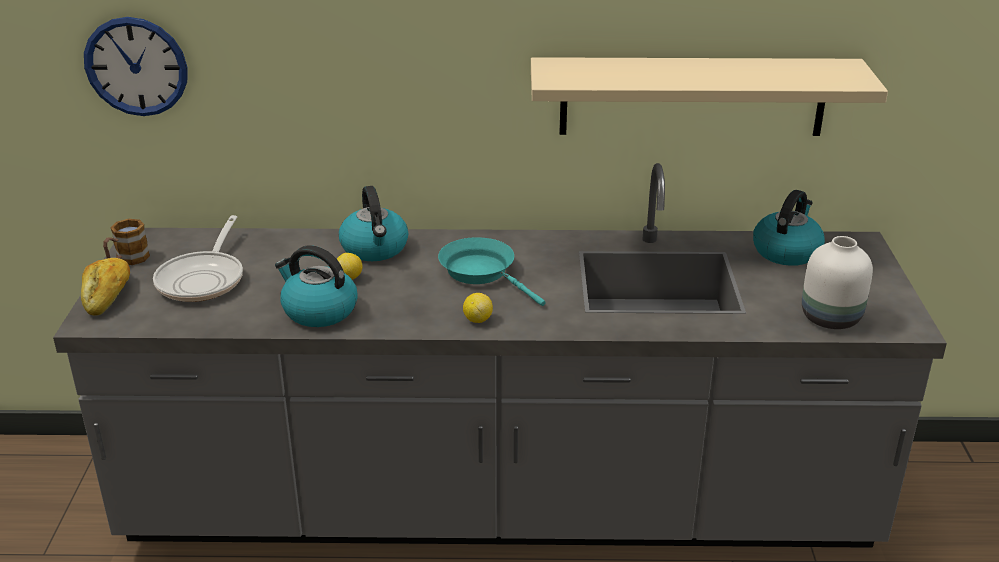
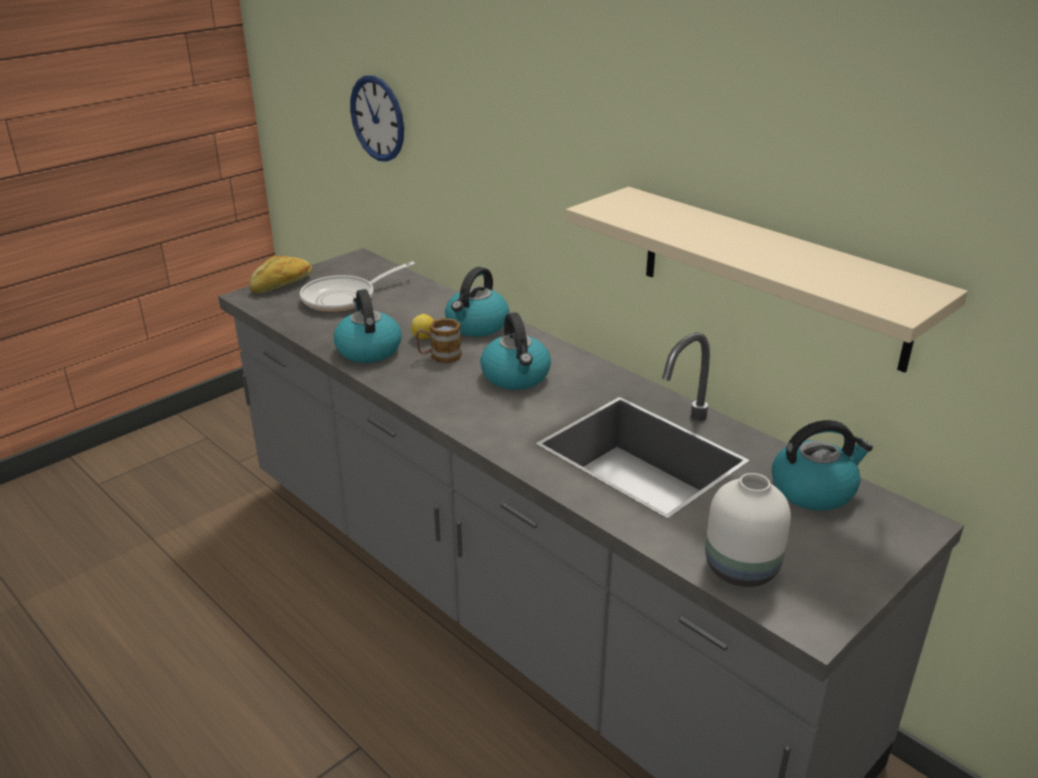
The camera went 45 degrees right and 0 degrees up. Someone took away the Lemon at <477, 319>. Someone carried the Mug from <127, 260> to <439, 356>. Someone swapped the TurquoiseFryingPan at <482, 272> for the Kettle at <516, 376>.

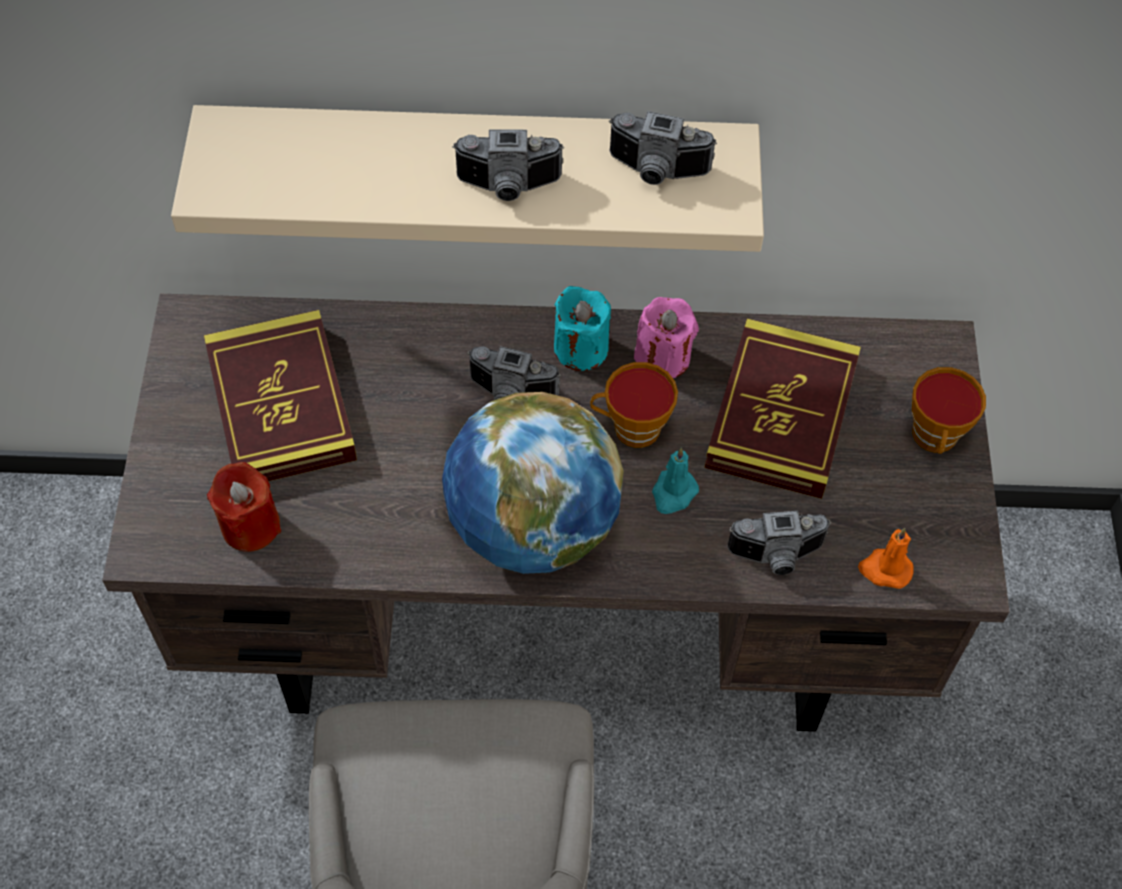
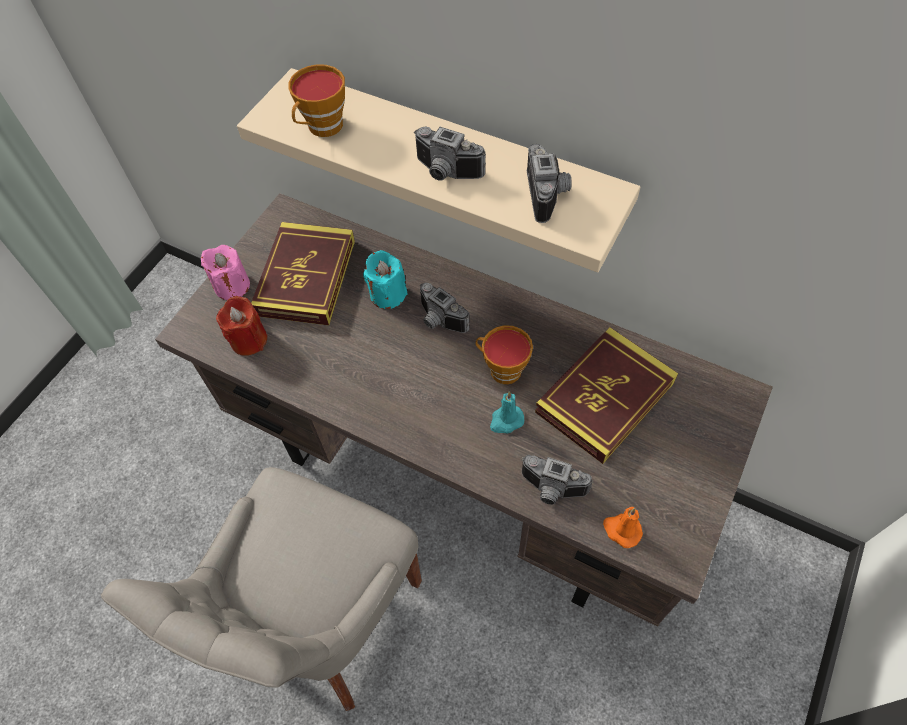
The camera went 30 degrees right and 0 degrees up. Someone took away the Globe at <532, 526>. Someone carried the TurquoiseCandle from <581, 348> to <387, 294>. Someone carried the PinkCandle from <663, 357> to <232, 286>. Someone carried the Cup from <935, 439> to <323, 128>. Someone rotated the PhotoCamera at <656, 172> by 135 degrees counterclockwise.

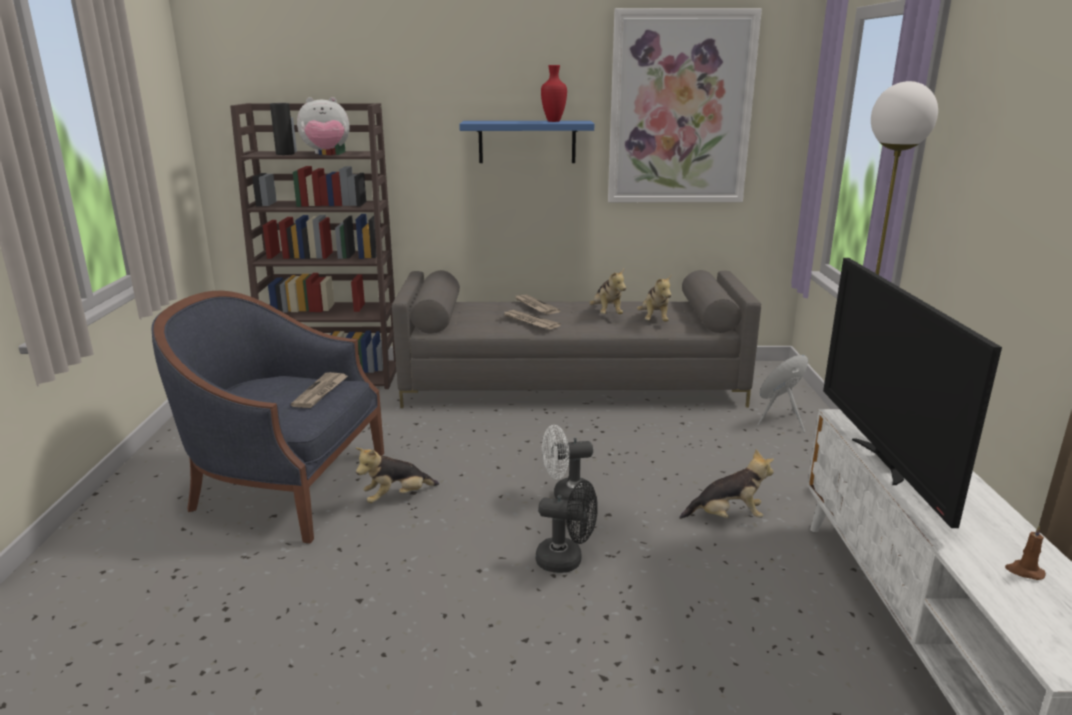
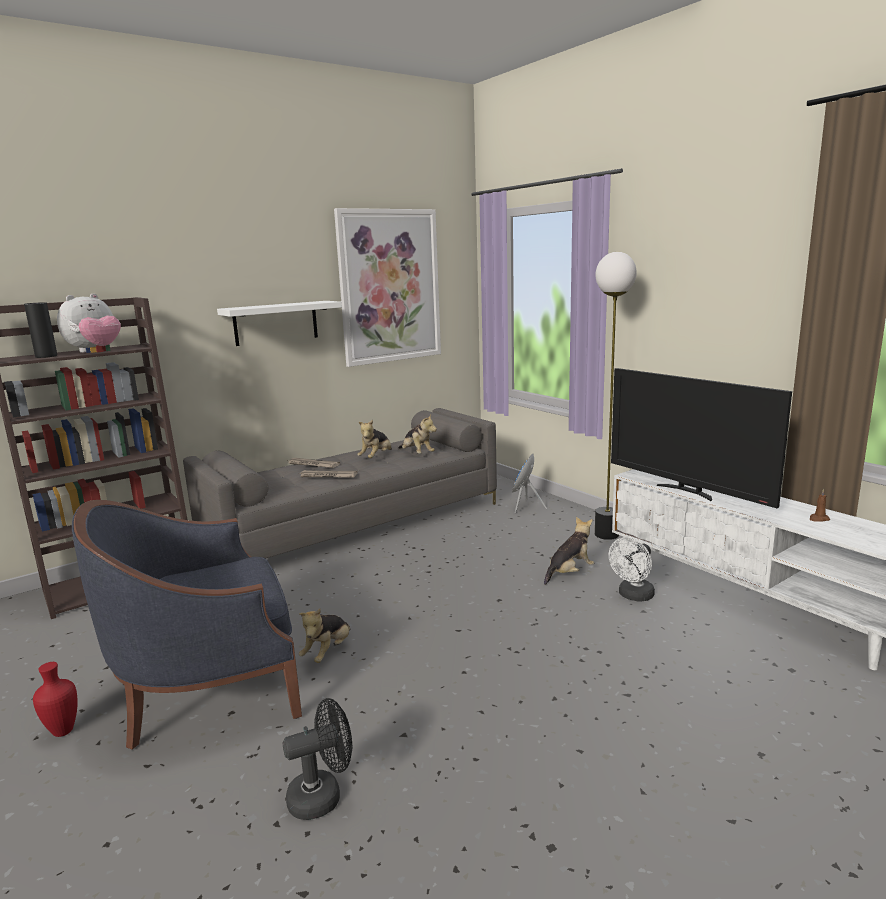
The camera went 35 degrees left and 5 degrees down. Someone took away the Newspaper at <321, 392>. Someone carried the BlackFan from <567, 560> to <323, 796>. Someone carried the RedVase from <553, 121> to <62, 731>. Someone carried the WhiteFan from <566, 497> to <633, 596>. Someone repainted the BlueShelf at <527, 142>, which became the WhiteShelf at <276, 323>. Someone rotated the PlushToy at <606, 314> by 75 degrees clockwise.

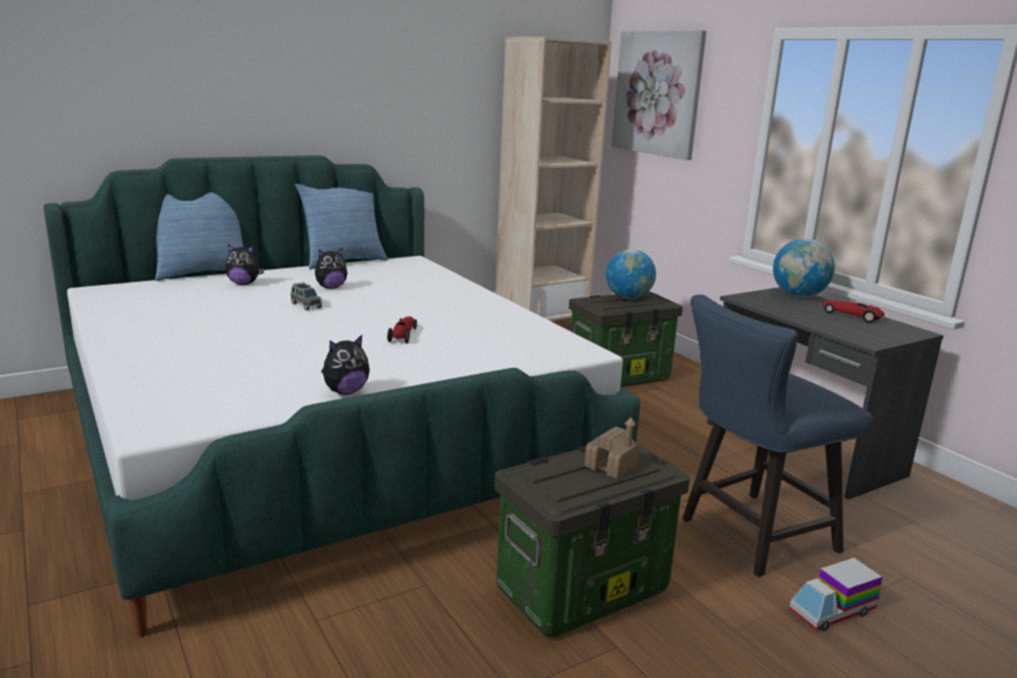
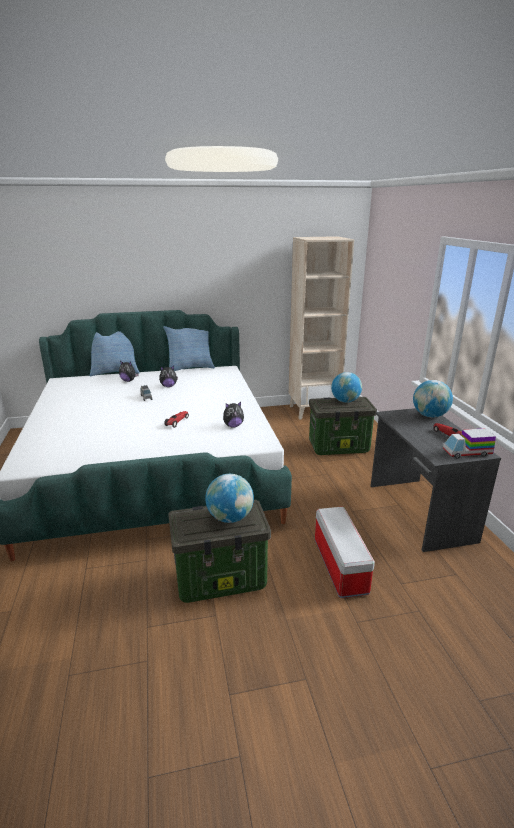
The camera went 20 degrees right and 5 degrees up. Someone took away the Picture at <657, 93>. Someone carried the PlushToy from <345, 392> to <233, 426>. Someone carried the ToyTruck from <832, 611> to <467, 452>. Someone swapped the ToyHouse at <611, 466> for the Globe at <230, 517>. Someone swapped the BlueChair at <749, 536> for the StorageBox at <339, 565>.

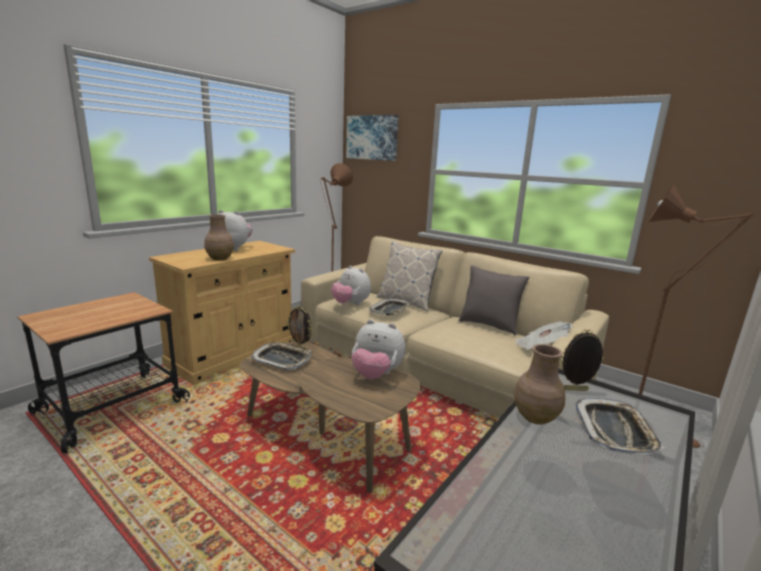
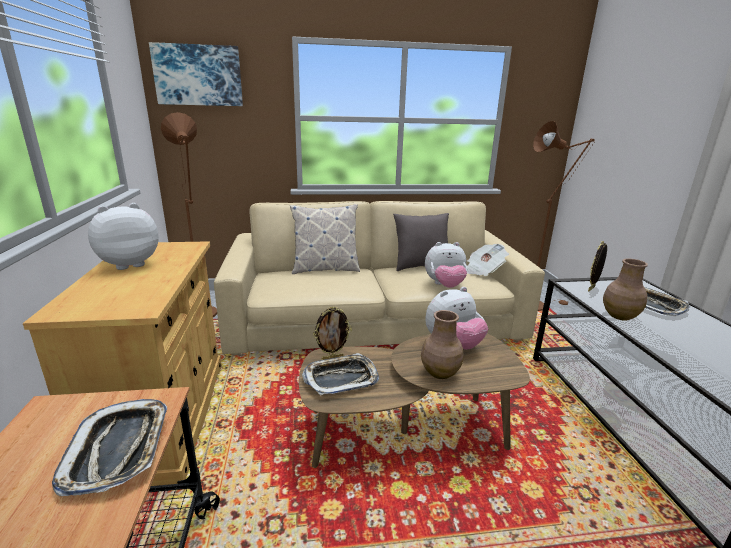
The camera went 45 degrees left and 5 degrees up. Someone carried the BrownVase from <220, 258> to <439, 372>. Someone carried the PlushToy from <350, 304> to <444, 285>. Someone carried the Tray from <390, 310> to <119, 449>.

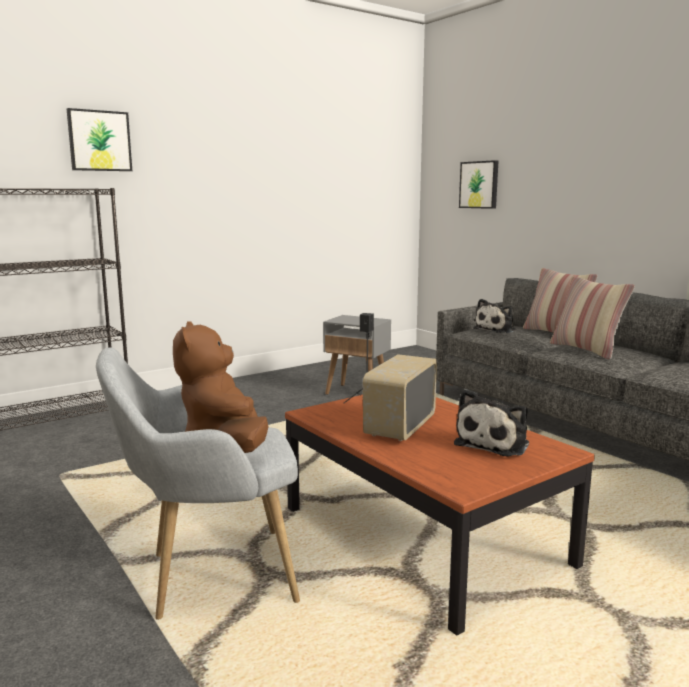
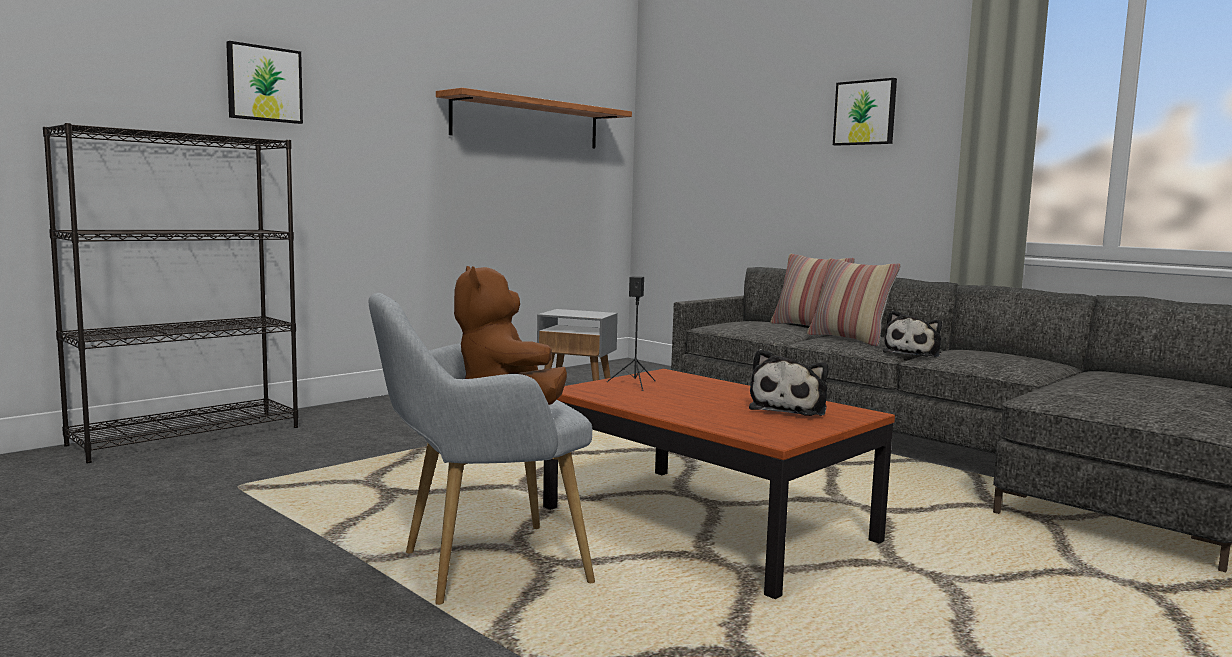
The camera went 10 degrees left and 5 degrees down. Someone took away the Radio at <399, 427>. Someone put up the Shelf at <527, 122>. Someone carried the Picture from <479, 185> to <865, 113>. Someone carried the PlushToy from <497, 329> to <914, 353>.

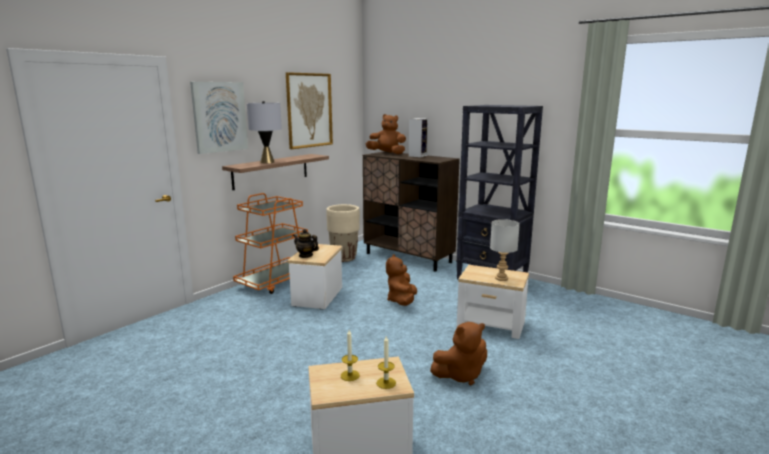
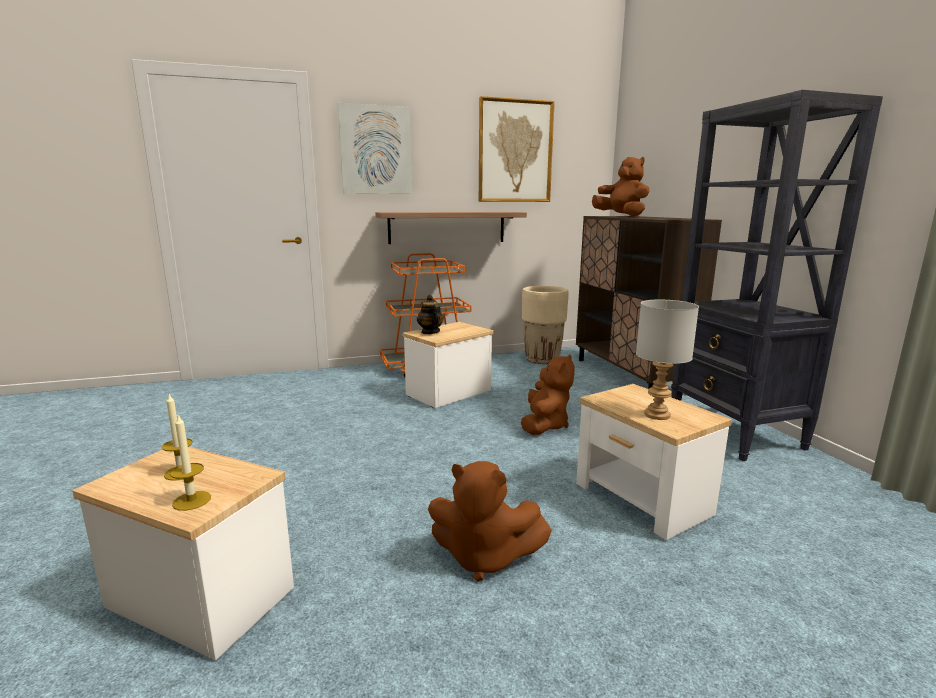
The camera went 35 degrees right and 0 degrees up. Someone took away the GreyTableLamp at <267, 162>. Someone took away the Speaker at <418, 155>. Someone rotated the BrownPlushToy at <402, 301> by 150 degrees clockwise.

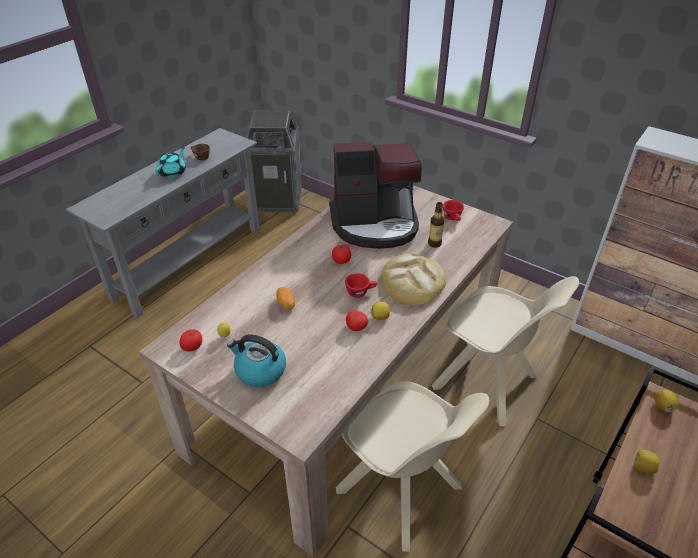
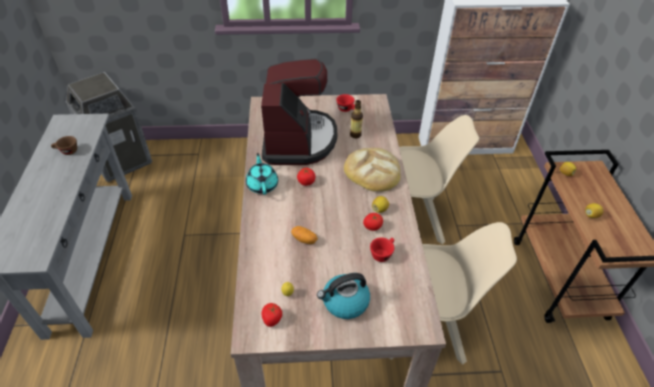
The camera went 40 degrees left and 5 degrees up. Someone carried the TurquoiseTeapot from <173, 172> to <262, 184>. Someone carried the RedCup from <360, 292> to <382, 253>. Someone rotated the CoffeeMachine at <375, 224> by 45 degrees counterclockwise.

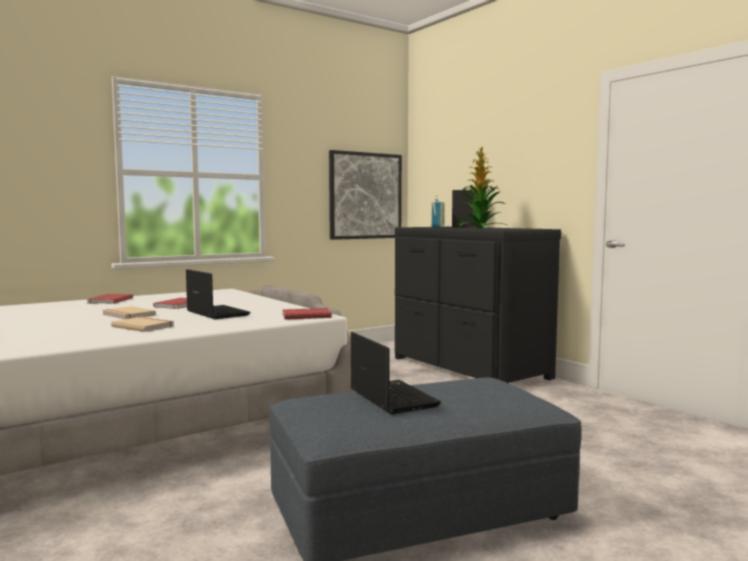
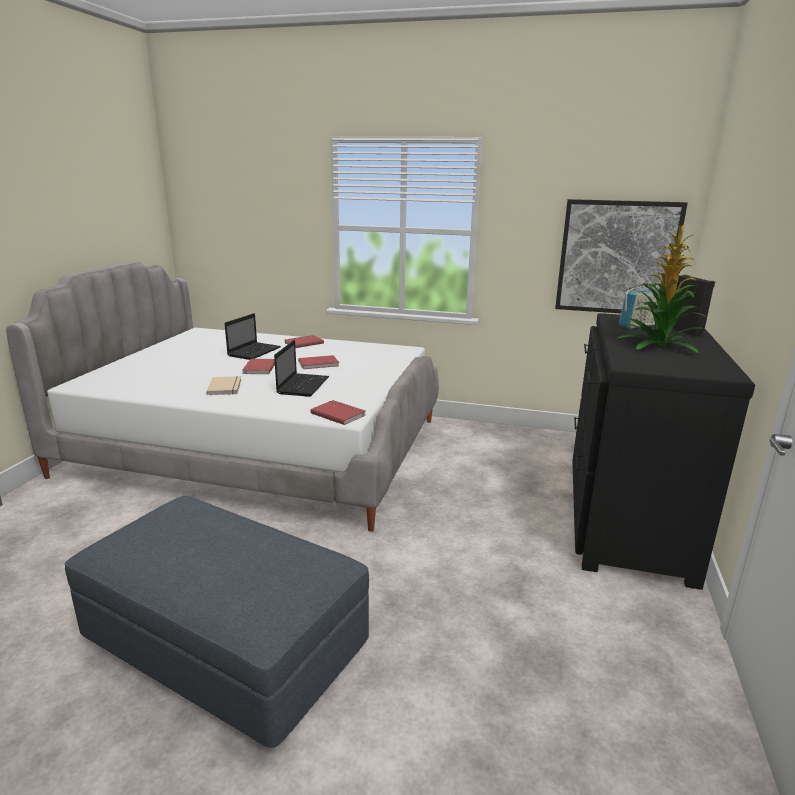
The camera went 50 degrees right and 15 degrees up. Someone carried the Laptop from <391, 398> to <254, 351>. Someone repainted the BeigeBook at <127, 315>, which became the RedBook at <258, 368>.

